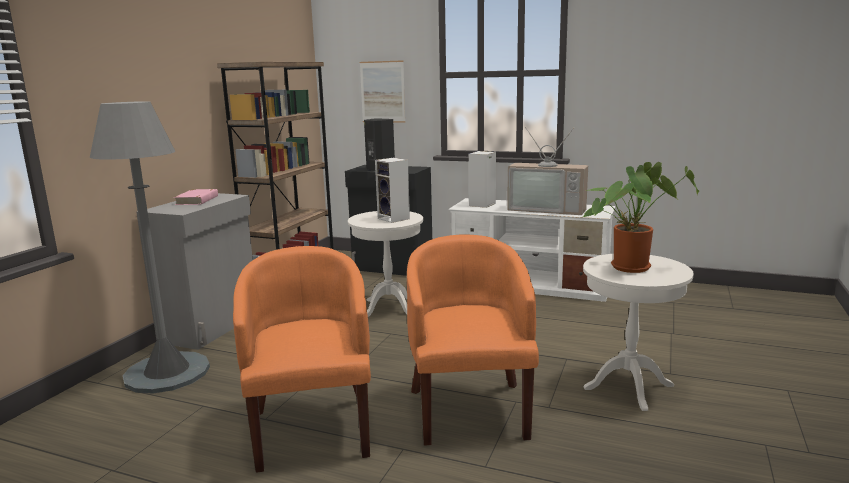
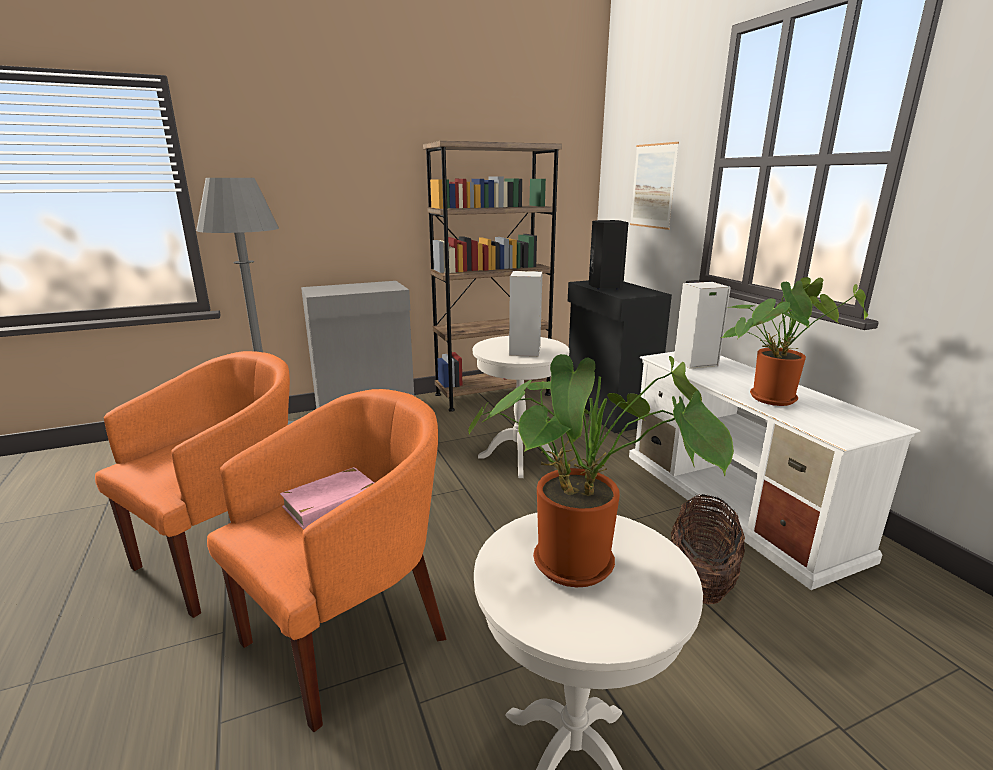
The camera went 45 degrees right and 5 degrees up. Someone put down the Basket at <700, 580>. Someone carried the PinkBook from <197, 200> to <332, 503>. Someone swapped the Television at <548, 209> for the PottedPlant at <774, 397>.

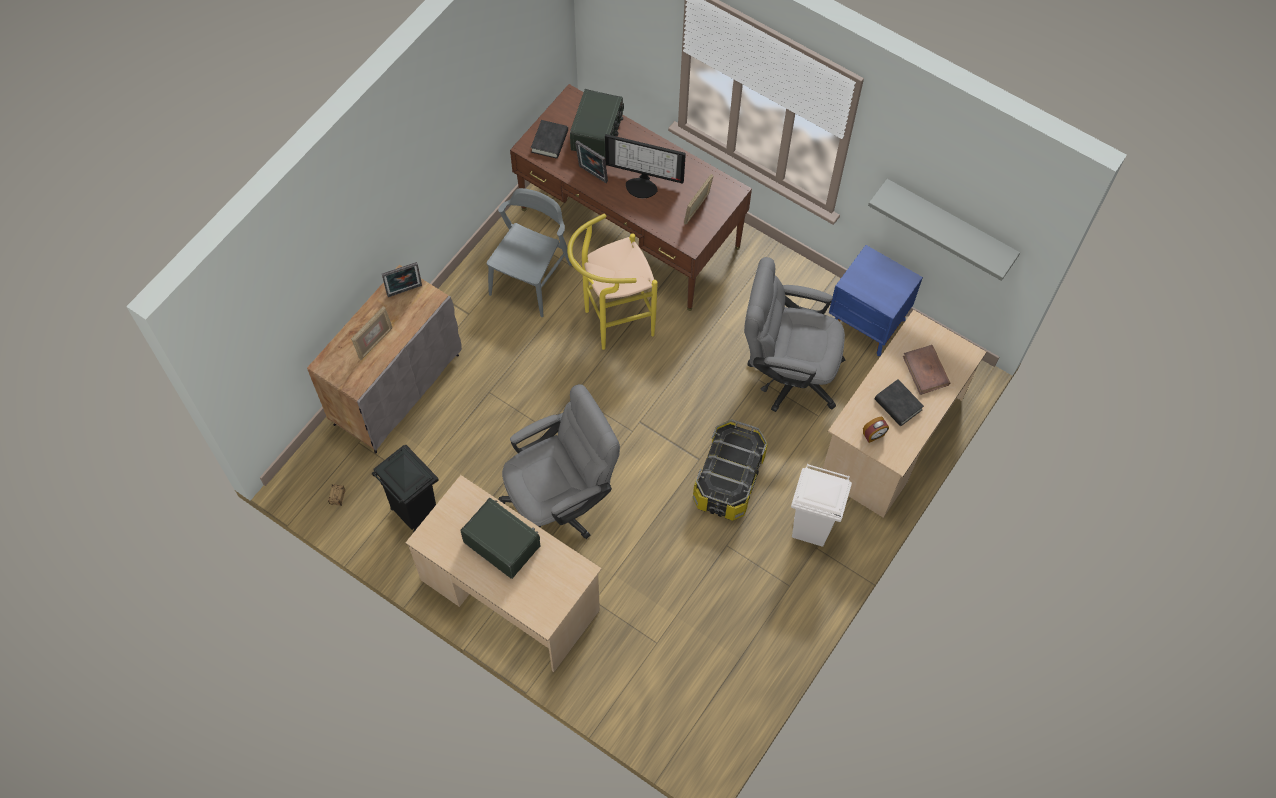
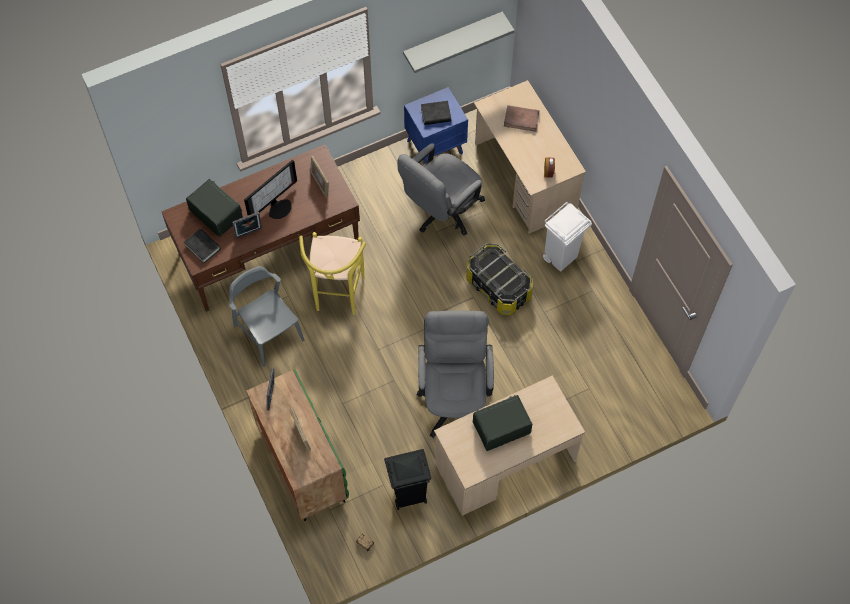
The camera went 60 degrees left and 0 degrees up. Someone carried the BlackBook from <898, 405> to <436, 115>. Someone repainted the GreyCabinet at <397, 388>, which became the GreenCabinet at <301, 463>.

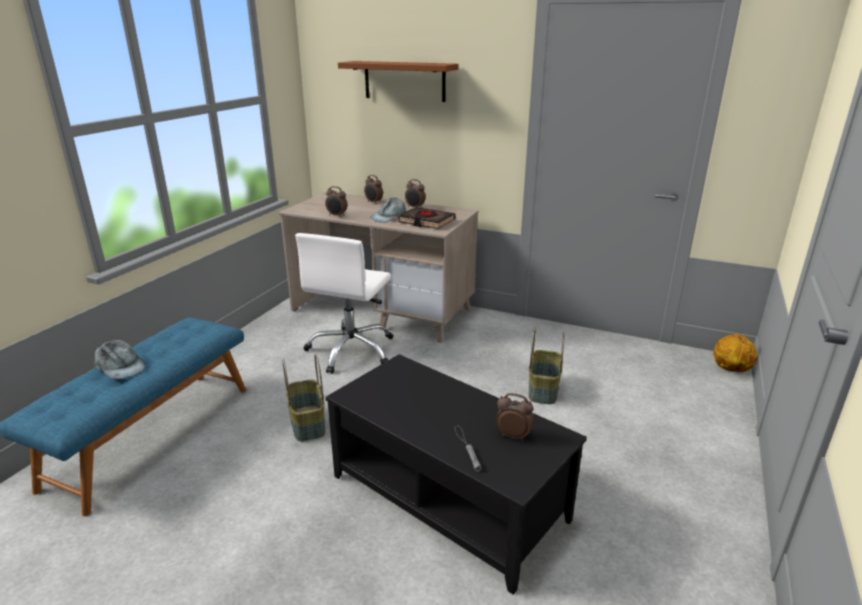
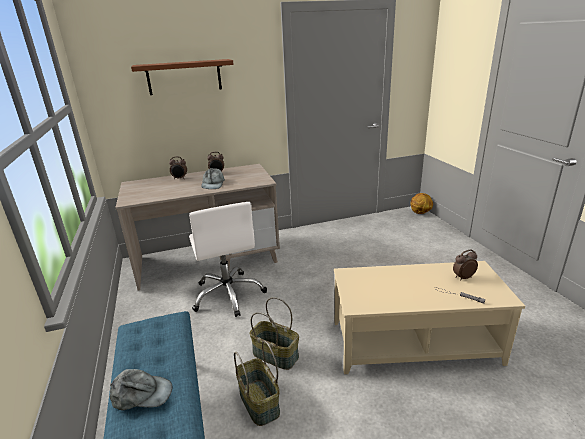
The camera went 40 degrees left and 0 degrees up. Someone took away the AlarmClock at <337, 215>. Someone took away the BlackBook at <426, 221>. Someone carried the Basket from <542, 389> to <258, 402>. Someone repainted the BlackCoffeeTable at <446, 499>, which became the BeigeCoffeeTable at <414, 343>.

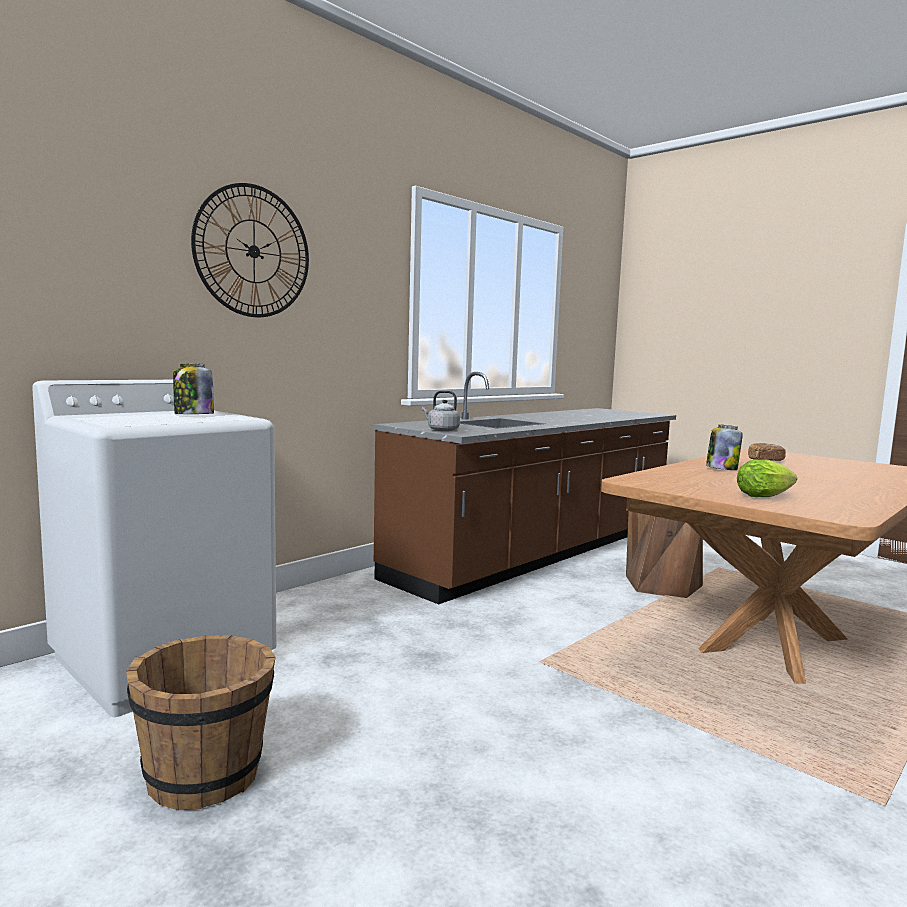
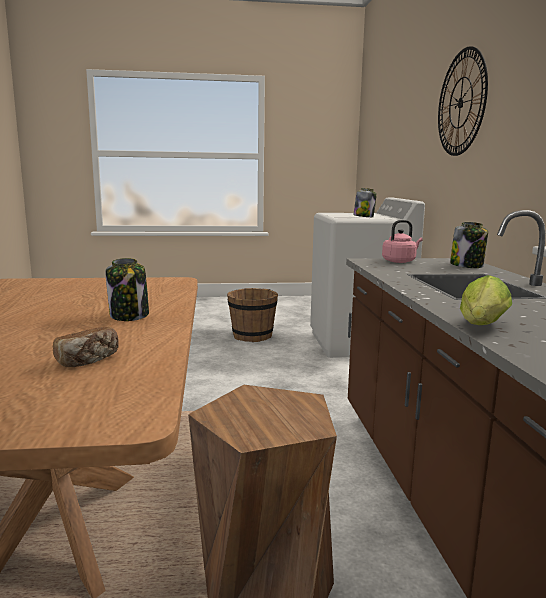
The camera went 130 degrees right and 5 degrees up. Someone put down the Jar at <467, 265>. Someone carried the Lettuce from <766, 496> to <481, 327>. Someone repainted the GreyKettle at <441, 430>, which became the PinkKettle at <400, 261>.

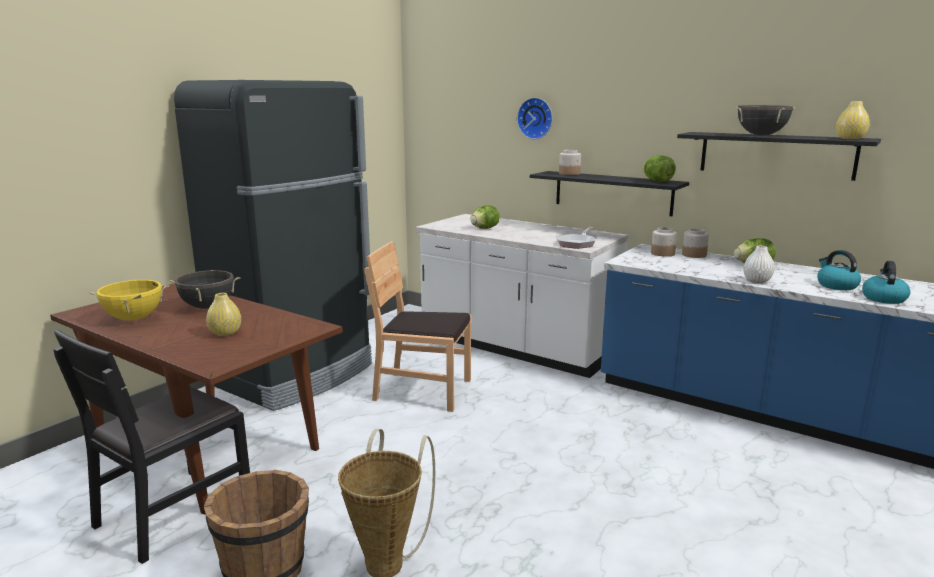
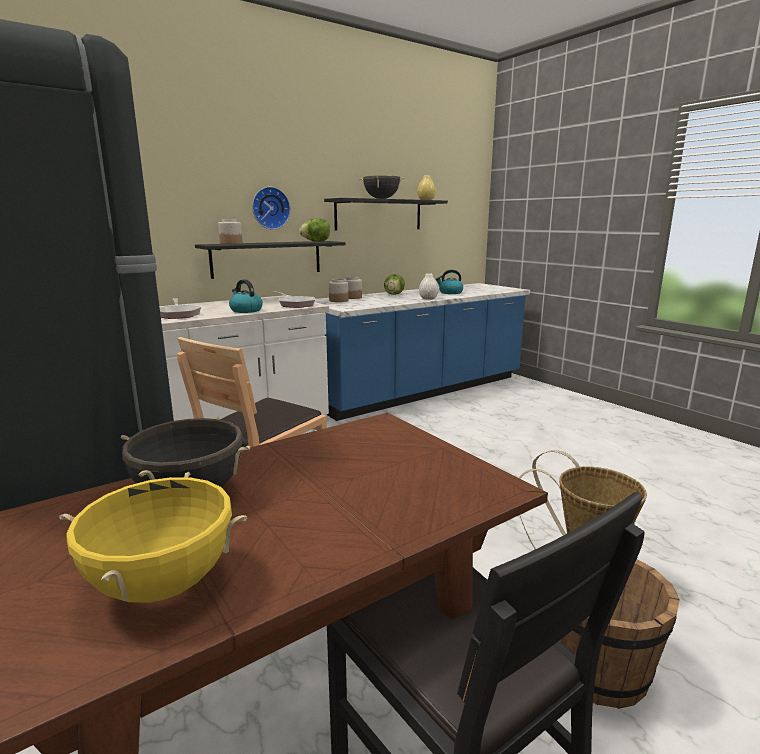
The camera went 70 degrees left and 0 degrees up. Someone took away the YellowVase at <225, 333>. Someone carried the WallClock from <536, 118> to <270, 208>. Someone carried the Kettle from <883, 298> to <245, 310>. Someone swapped the Lettuce at <484, 228> for the FryingPan at <178, 314>.

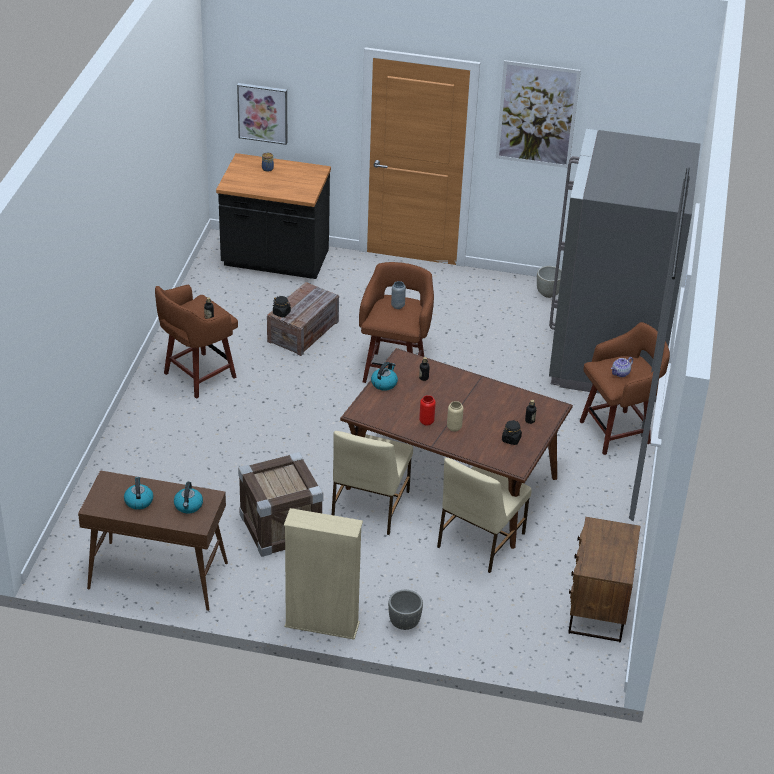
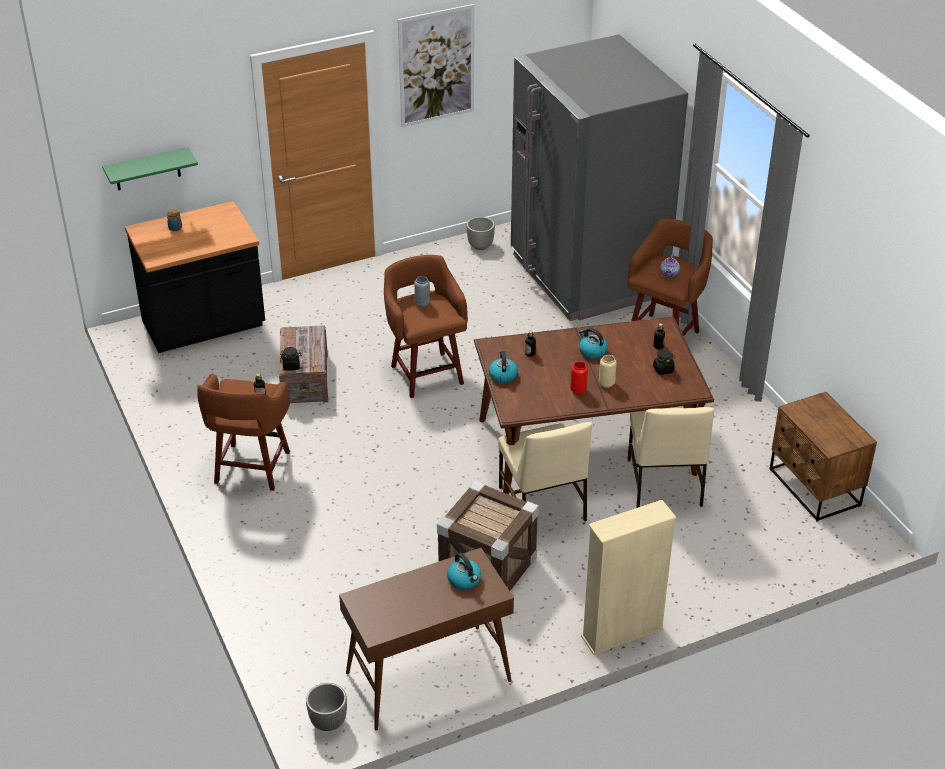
The camera went 35 degrees left and 0 degrees up. Someone carried the Kettle from <138, 501> to <592, 351>. Someone carried the GreyPlanter from <404, 624> to <328, 722>. Someone swapped the Picture at <263, 113> for the GreenShelf at <147, 169>.

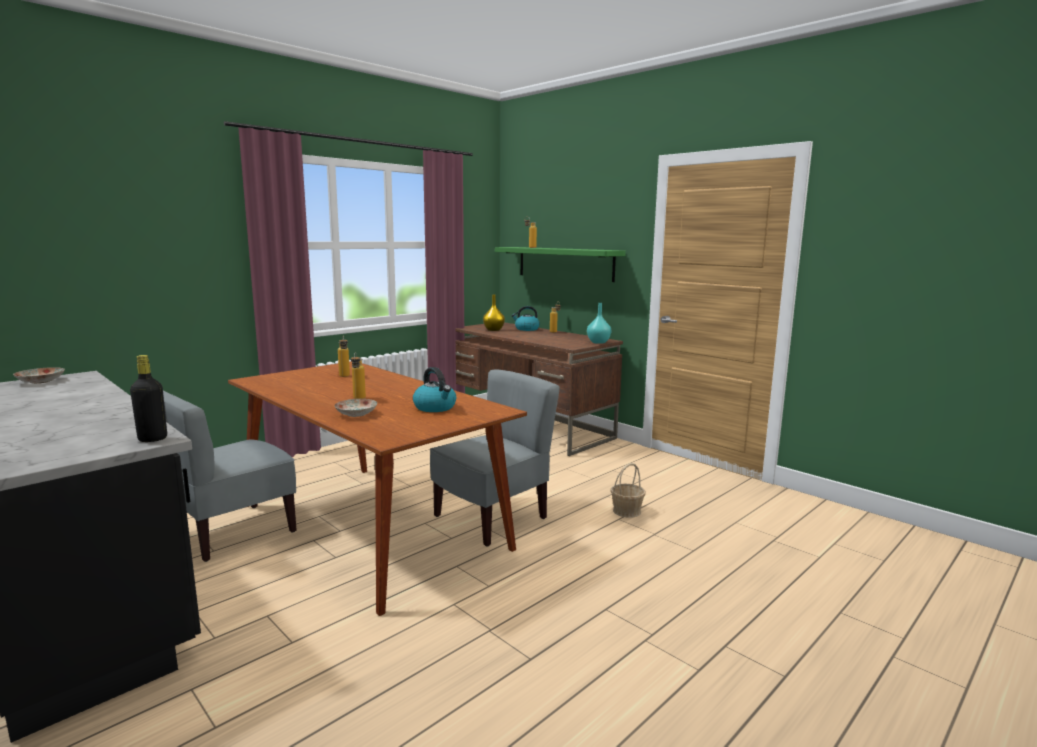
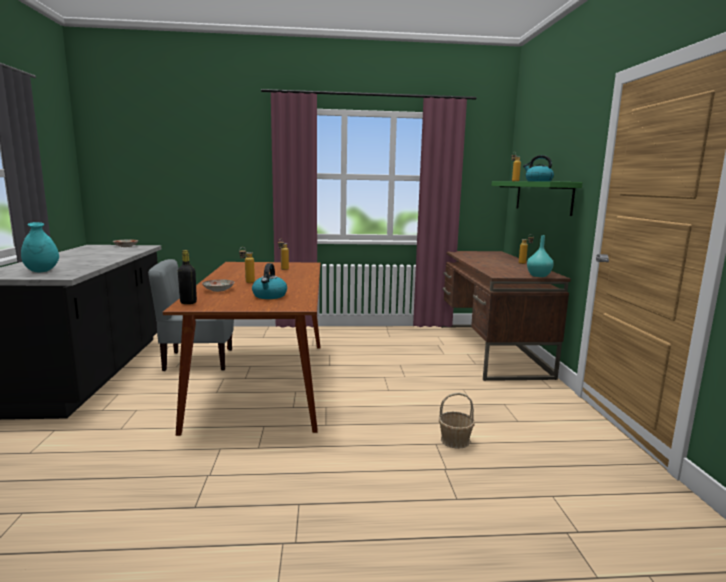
The camera went 40 degrees right and 0 degrees up. Someone took away the GreyChair at <492, 518>. Someone took away the YellowVase at <493, 330>. Someone put down the TurquoiseVase at <42, 271>. Someone carried the BlackBottle from <152, 439> to <188, 303>. Someone carried the Kettle from <526, 329> to <538, 181>.

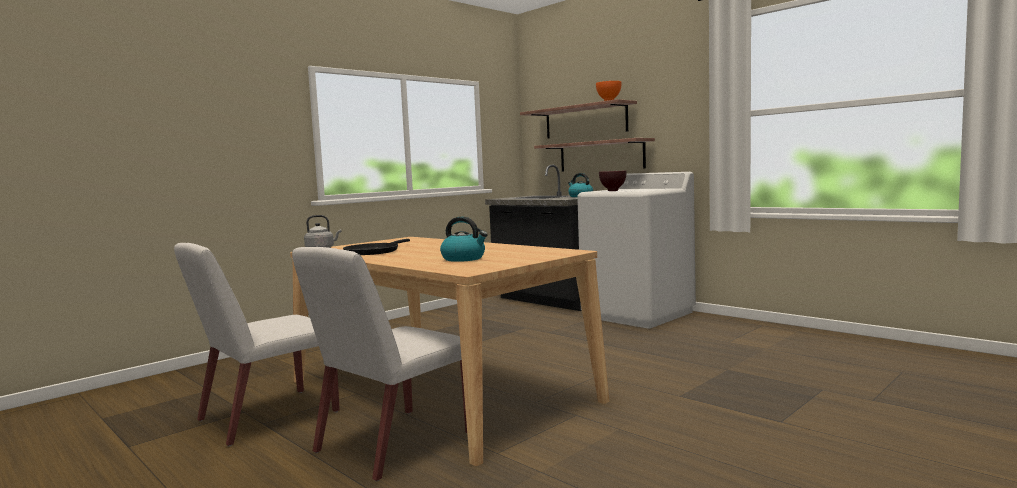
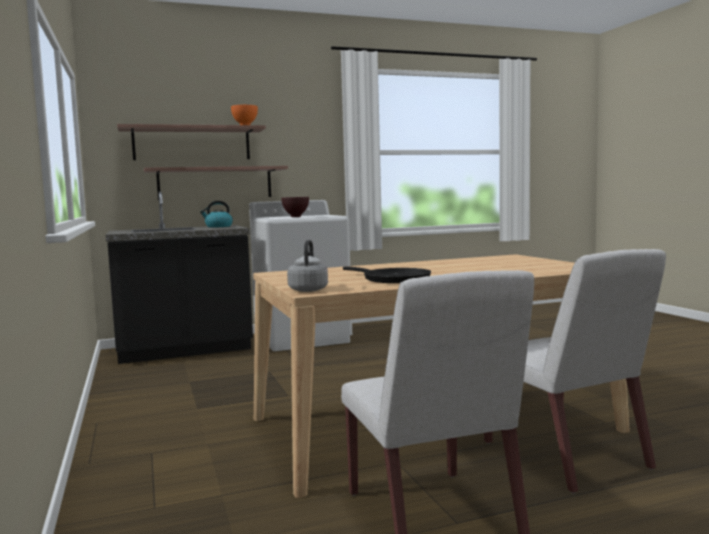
The camera went 65 degrees left and 0 degrees up. Someone took away the Kettle at <464, 259>.

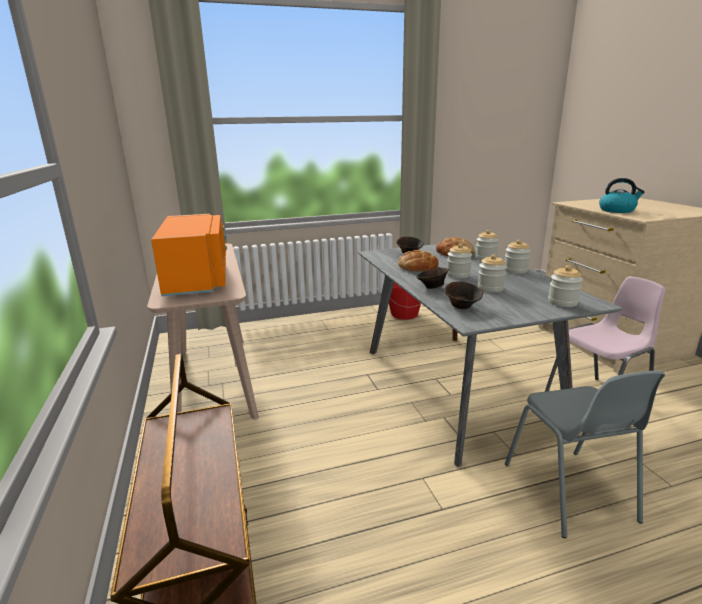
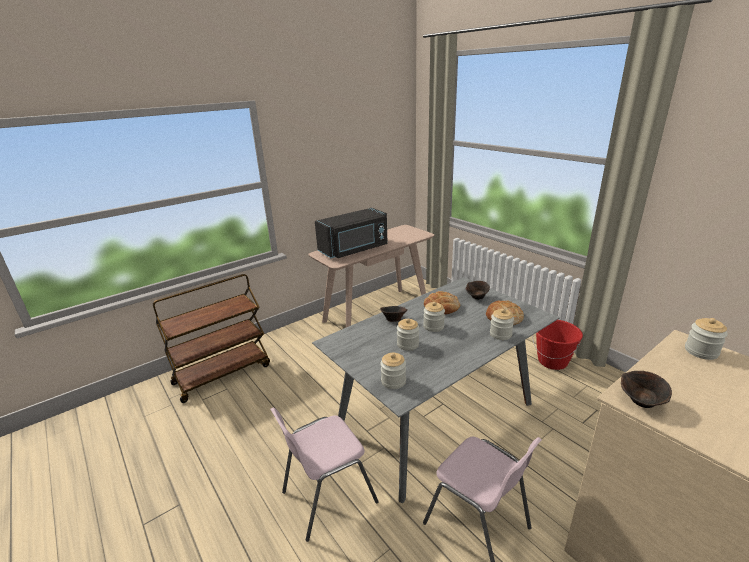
The camera went 70 degrees right and 5 degrees up. Someone took away the Kettle at <617, 210>. Someone carried the BrownBowl from <462, 307> to <641, 402>. Someone carried the Jar from <515, 270> to <701, 351>. Someone repainted the OrangeMicrowave at <198, 279>, which became the BlackMicrowave at <355, 249>. Someone repainted the GreyChair at <569, 492>, which became the PinkChair at <327, 496>.

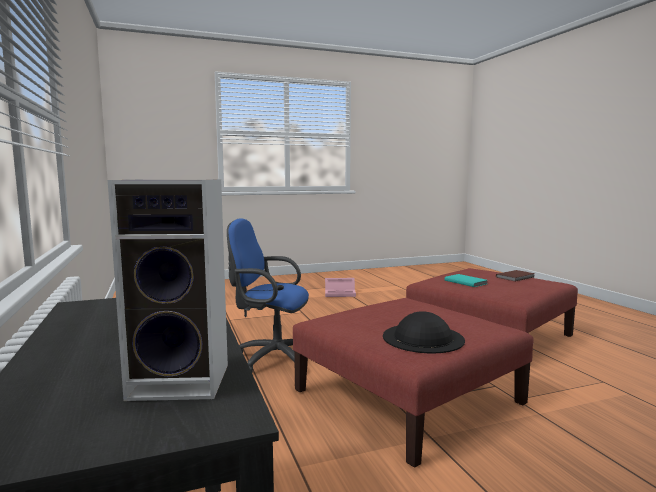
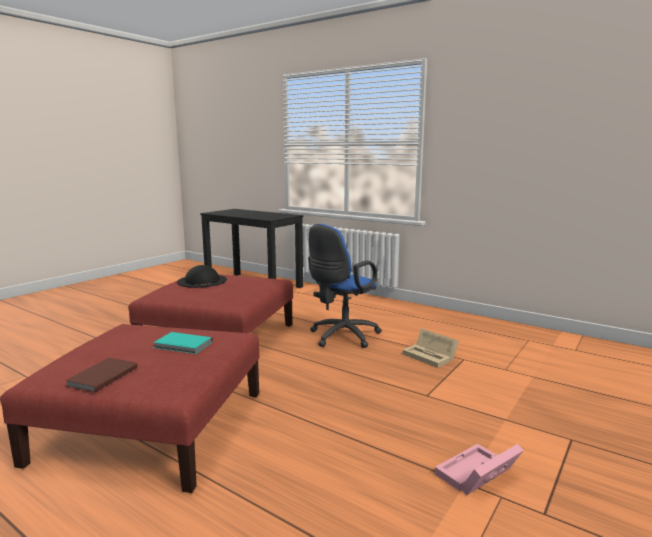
The camera went 145 degrees right and 5 degrees up. Someone took away the Speaker at <184, 380>. Someone put down the BeigeStorageBox at <431, 356>. Someone rotated the BlueOfficeChair at <272, 359> by 150 degrees clockwise.

